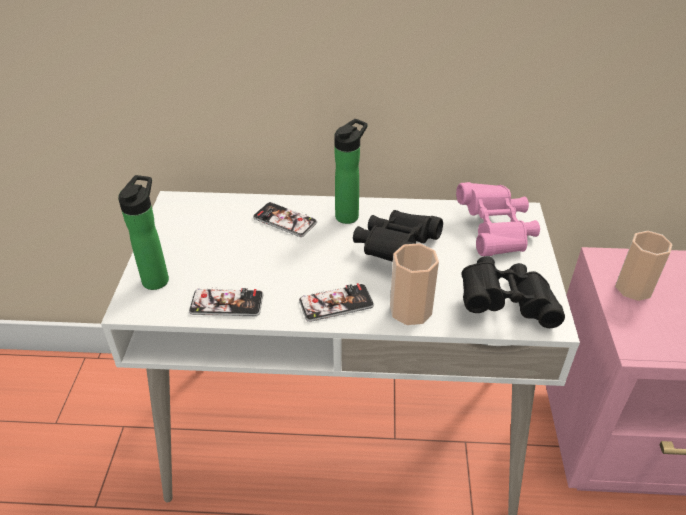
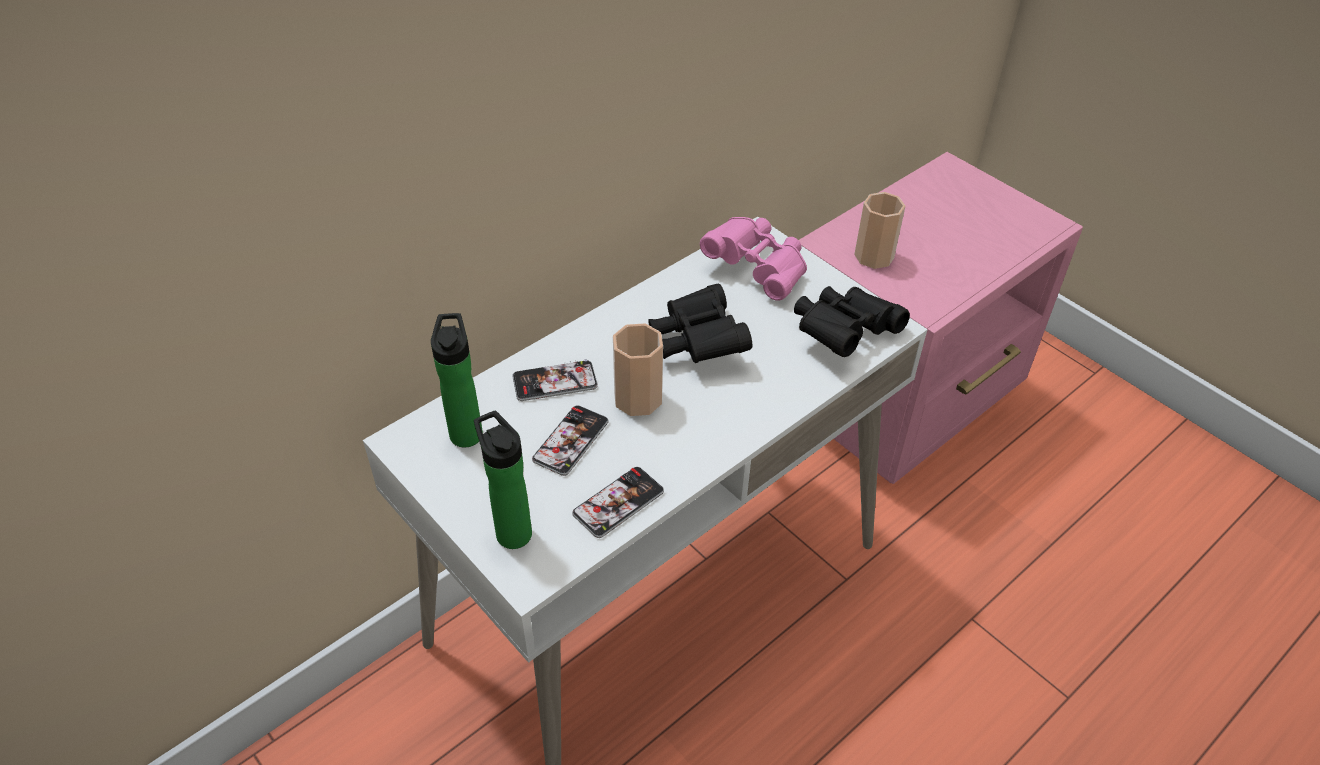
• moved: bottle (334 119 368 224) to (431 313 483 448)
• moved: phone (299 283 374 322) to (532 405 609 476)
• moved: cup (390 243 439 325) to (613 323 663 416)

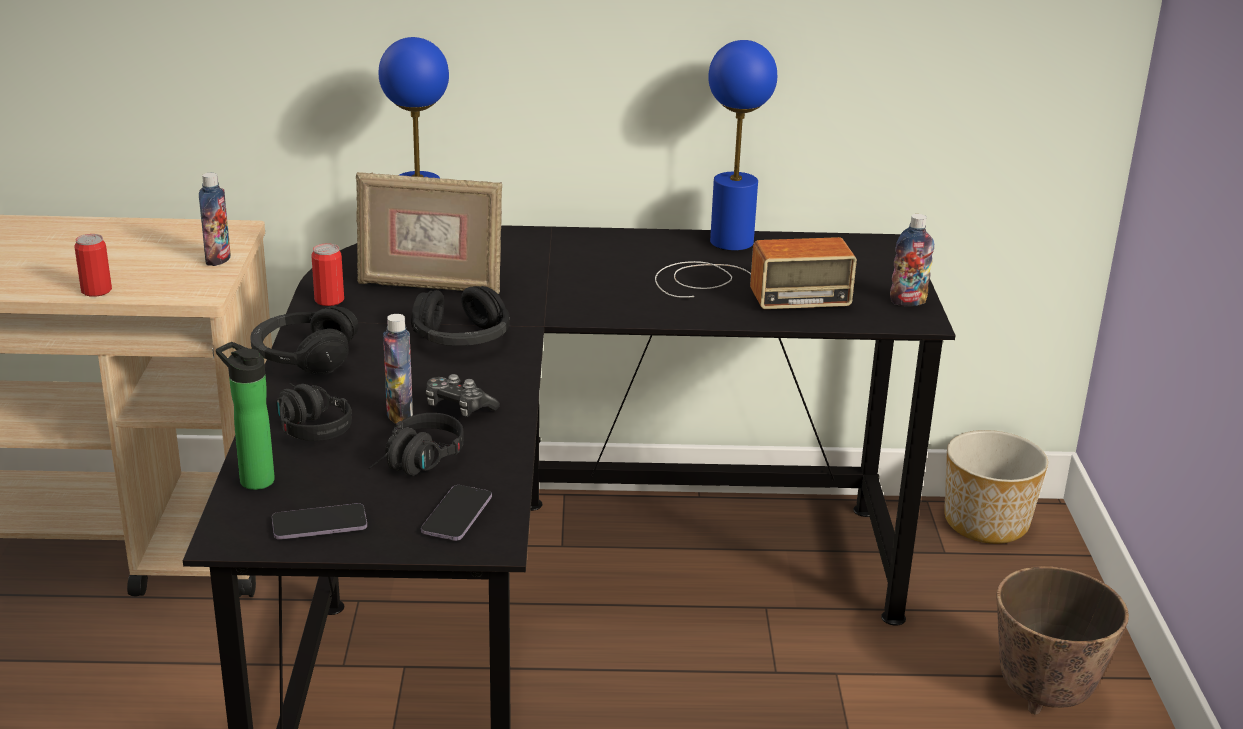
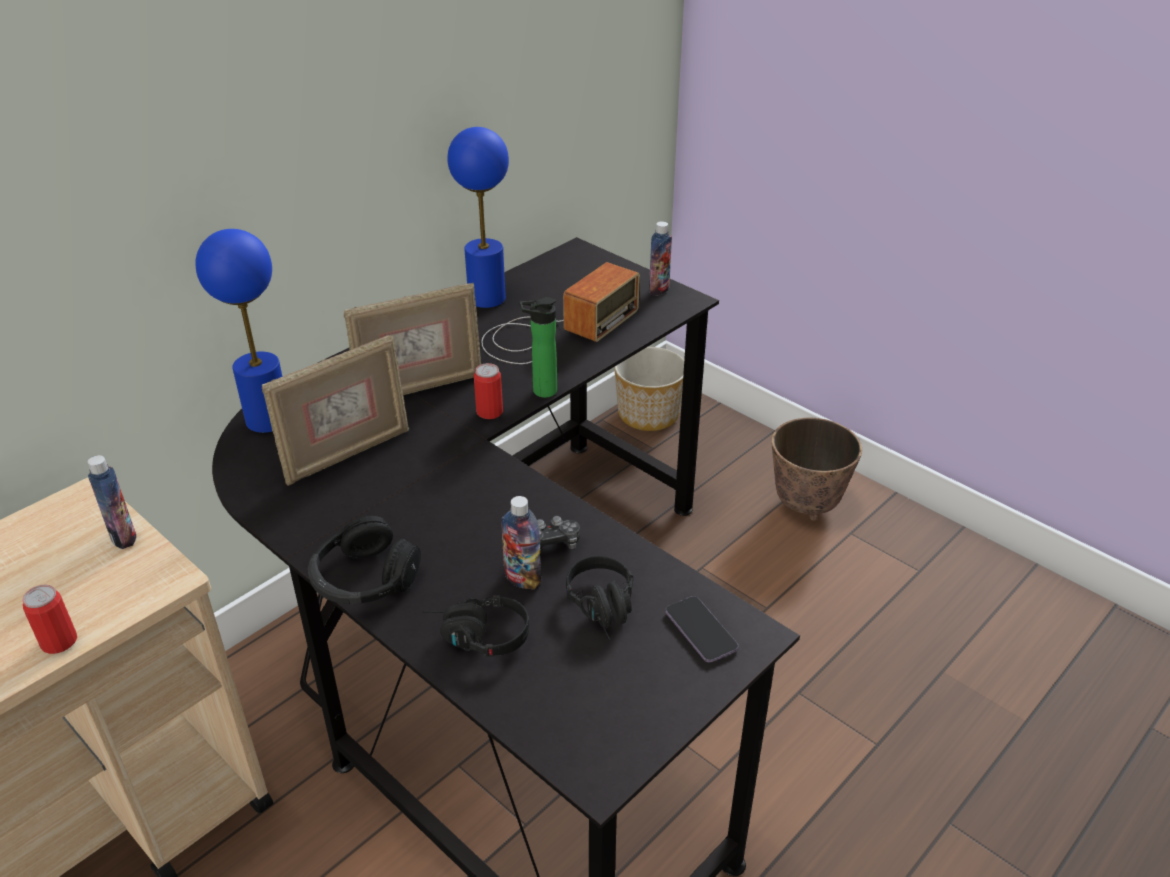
• added: picture frame (344 283 481 395)
• moved: can (311 243 344 306) to (474 363 503 419)
• moved: bottle (216 342 275 490) to (520 297 557 398)
• removed: phone (272 503 367 540)
• removed: black headphones (411 286 510 346)

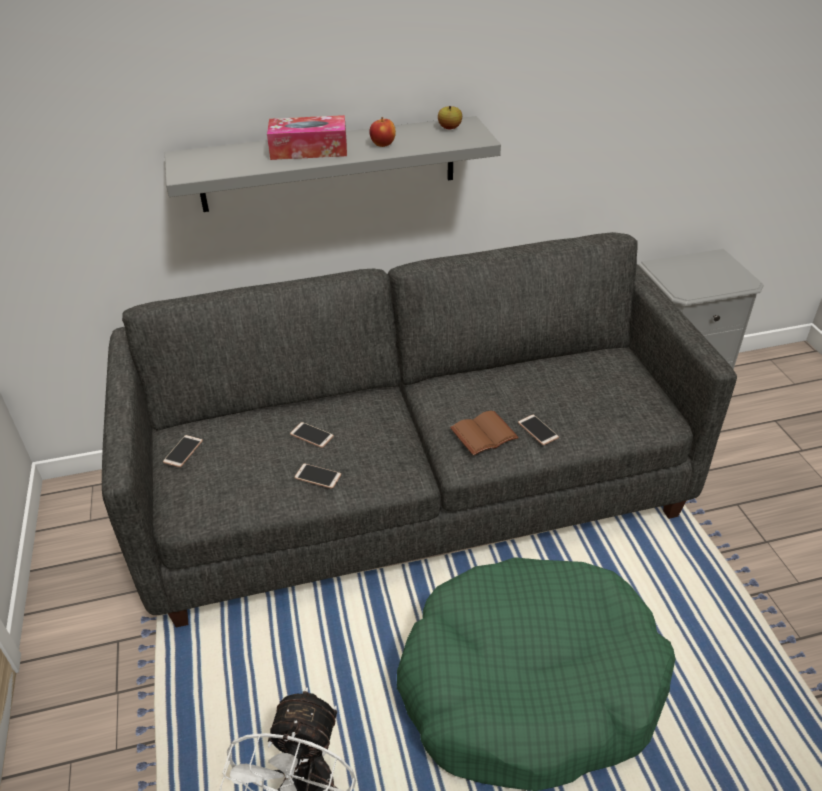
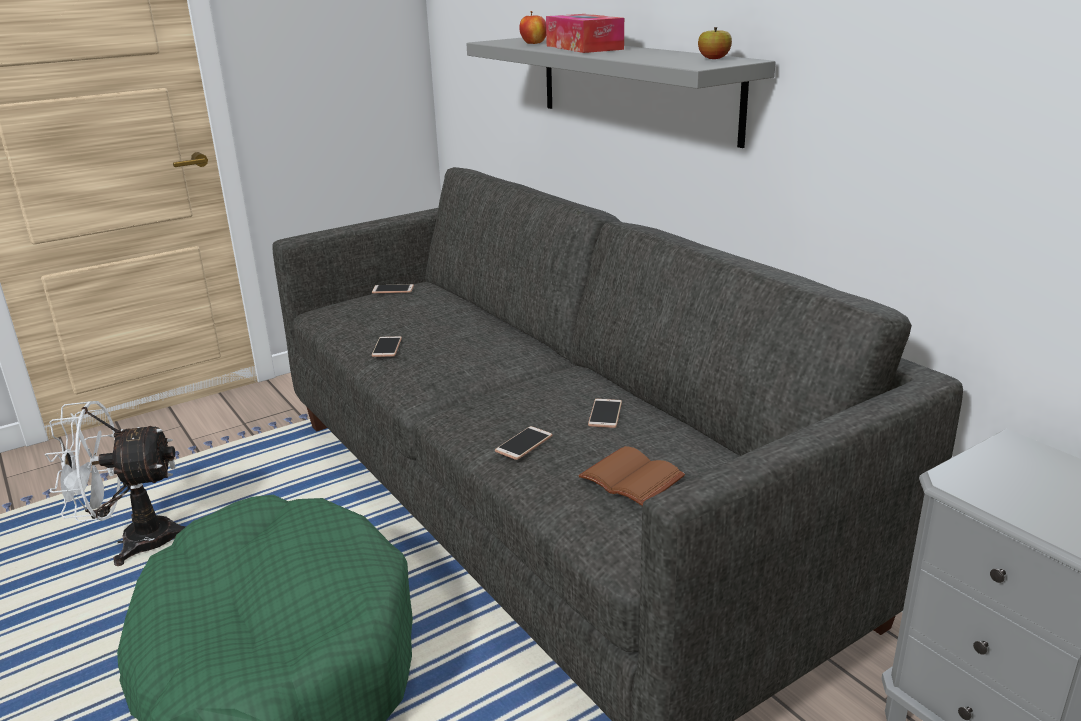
• moved: apple (369 117 396 147) to (519 11 546 44)
• moved: brown book (450 410 519 456) to (578 446 685 506)
• moved: phone (290 422 334 448) to (588 399 622 428)

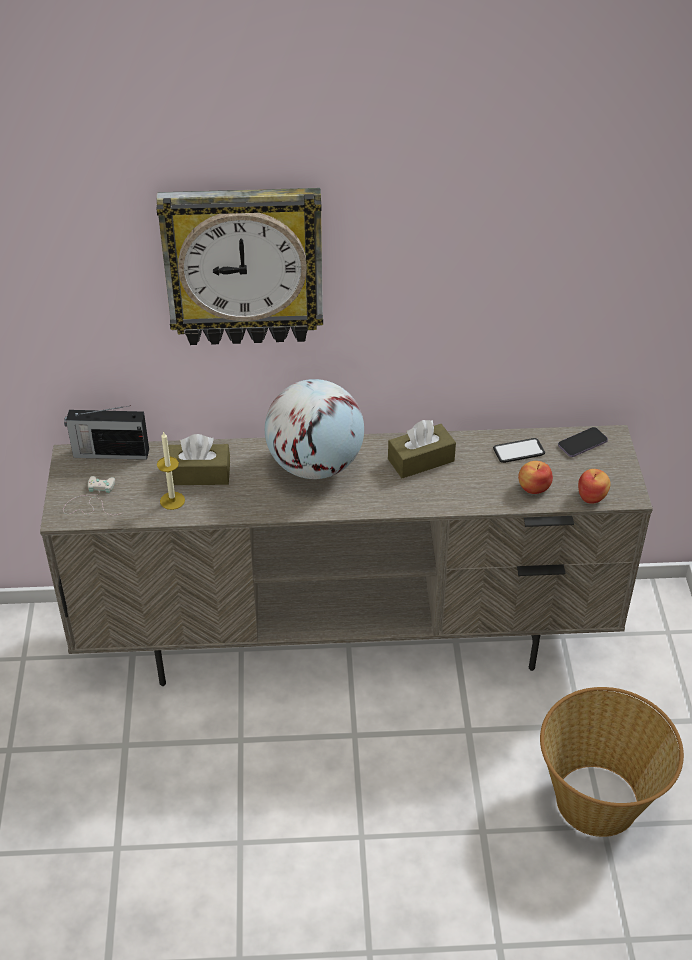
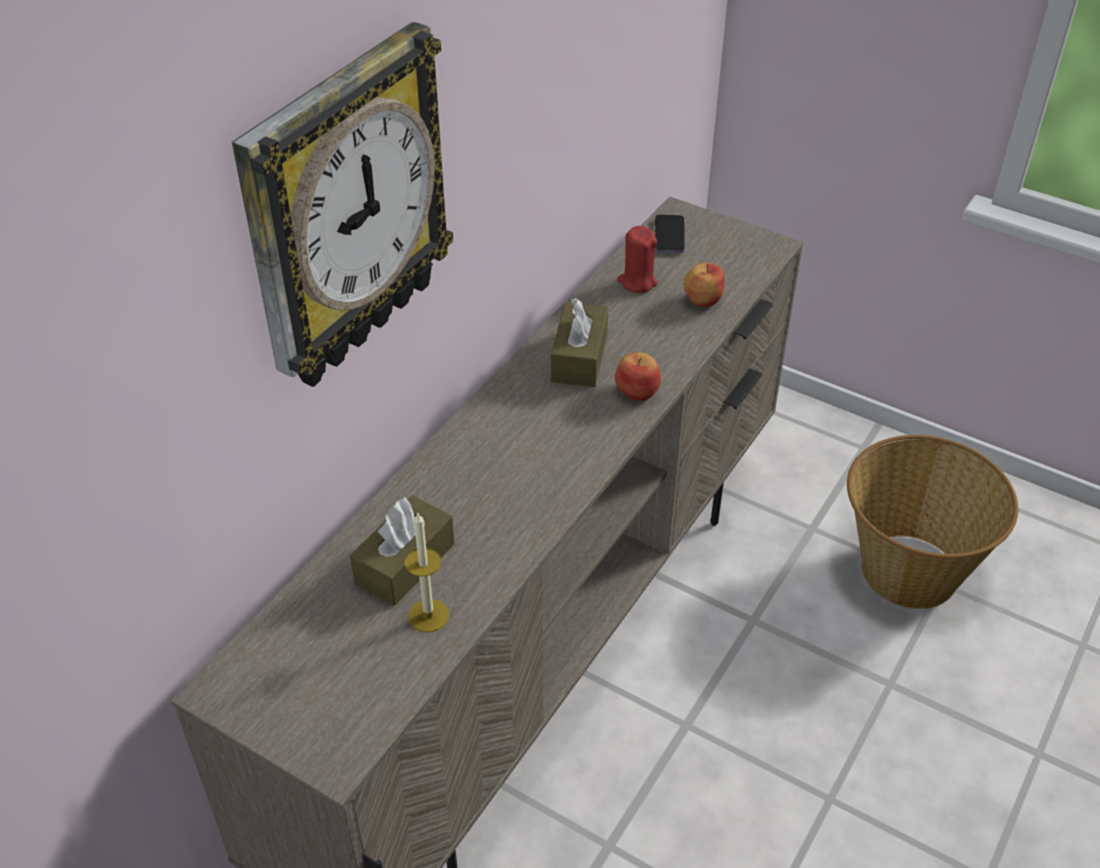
• moved: apple (578 469 611 504) to (615 352 661 401)
• replaced: phone (493 438 545 463) to red candle (617 226 658 293)
• removed: white game controller (63 476 124 515)
• removed: radio (64 405 149 460)
• removed: globe (265 379 364 479)

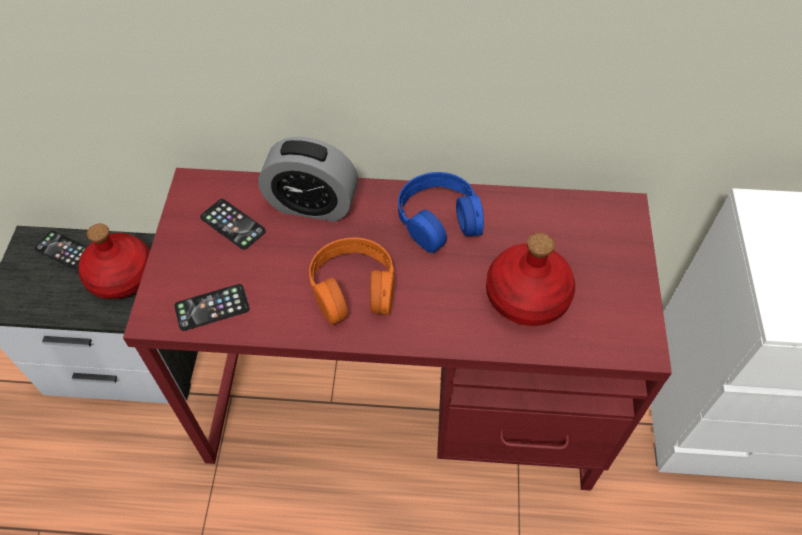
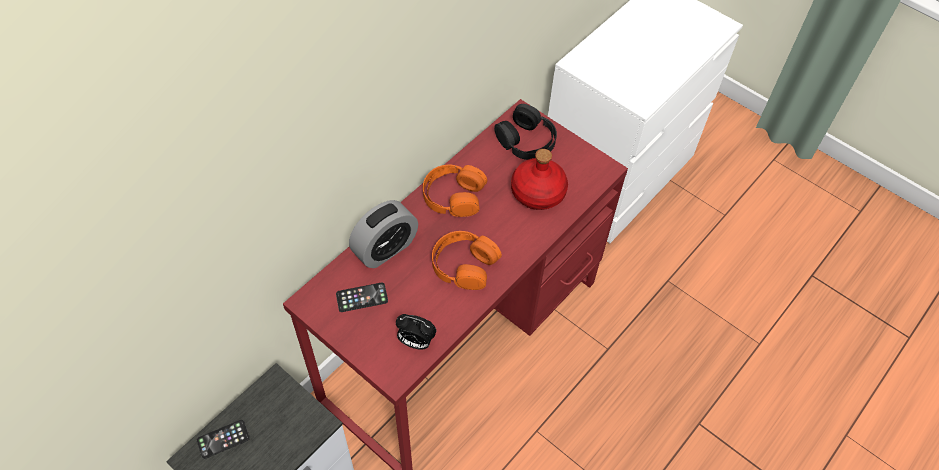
• replaced: phone (174 284 250 331) to alarm clock (396 314 437 350)
• recoloured: blue headphones (398 172 484 253) to orange headphones (423 165 487 217)
• added: black headphones (494 104 557 160)
• removed: red bottle (78 224 150 299)

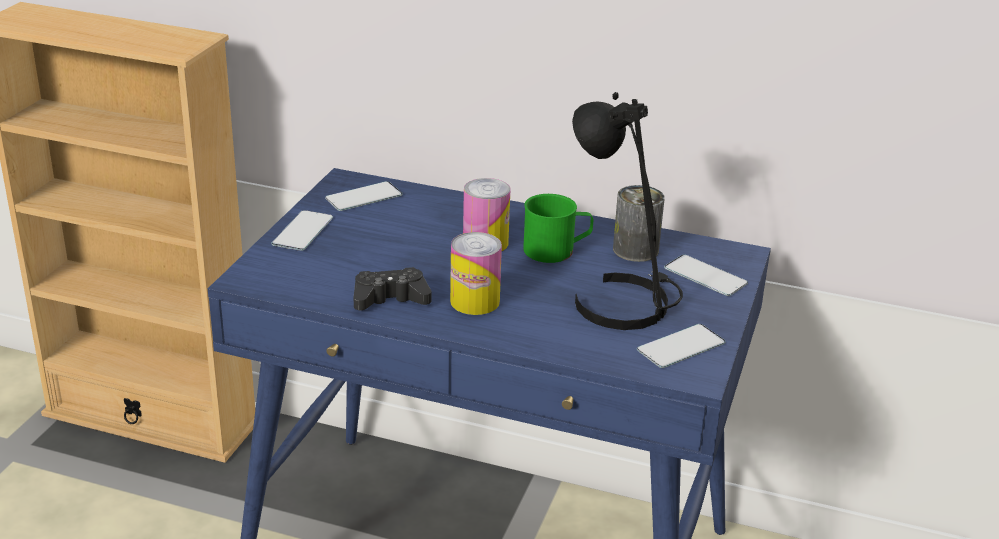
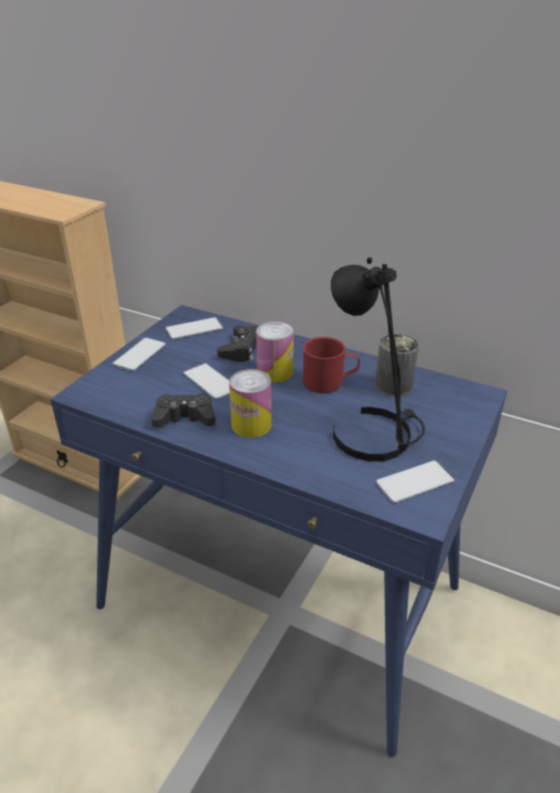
• moved: phone (664 254 748 296) to (183 363 230 399)
• added: black game controller (217 325 258 362)
• recoloured: green mug (523 194 593 263) to red mug (303 337 360 393)

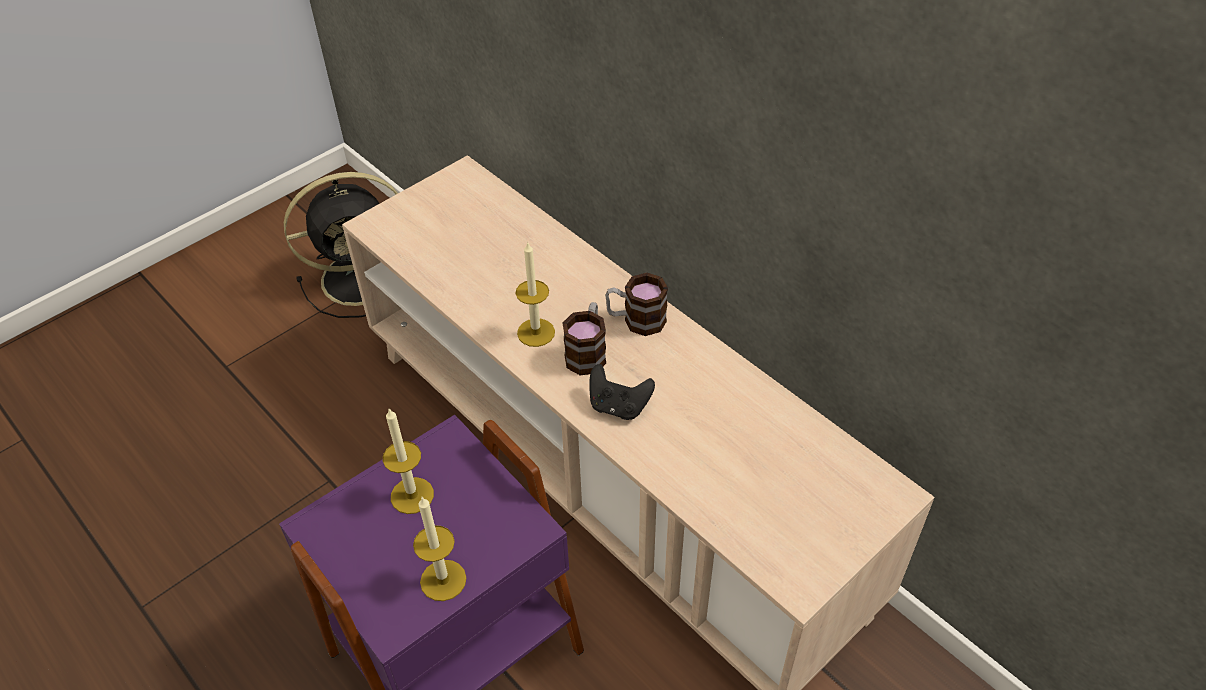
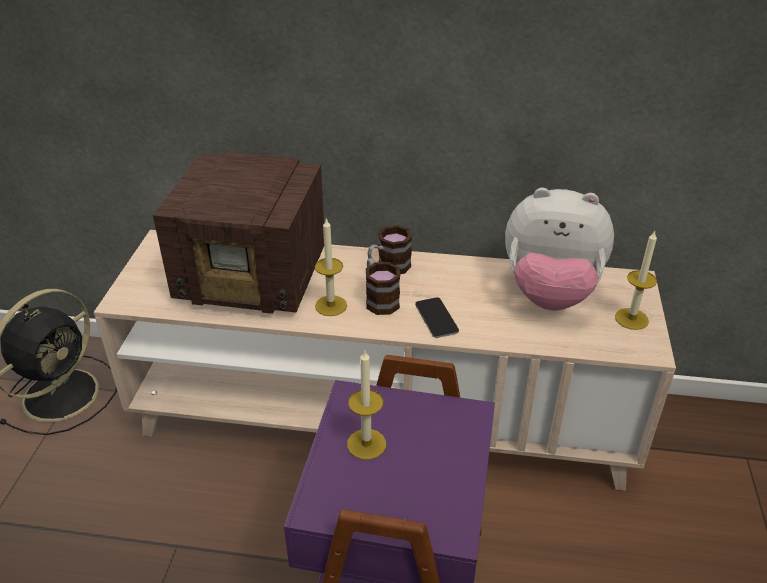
• added: radio (153 152 324 314)
• replaced: black game controller (589 364 655 420) to phone (415 297 459 338)
• added: plush toy (505 188 614 310)
• moved: candle (413 497 466 601) to (615 231 657 330)

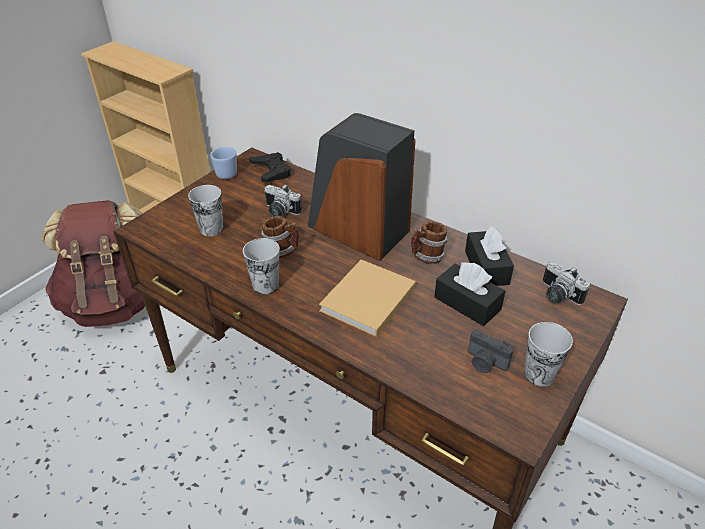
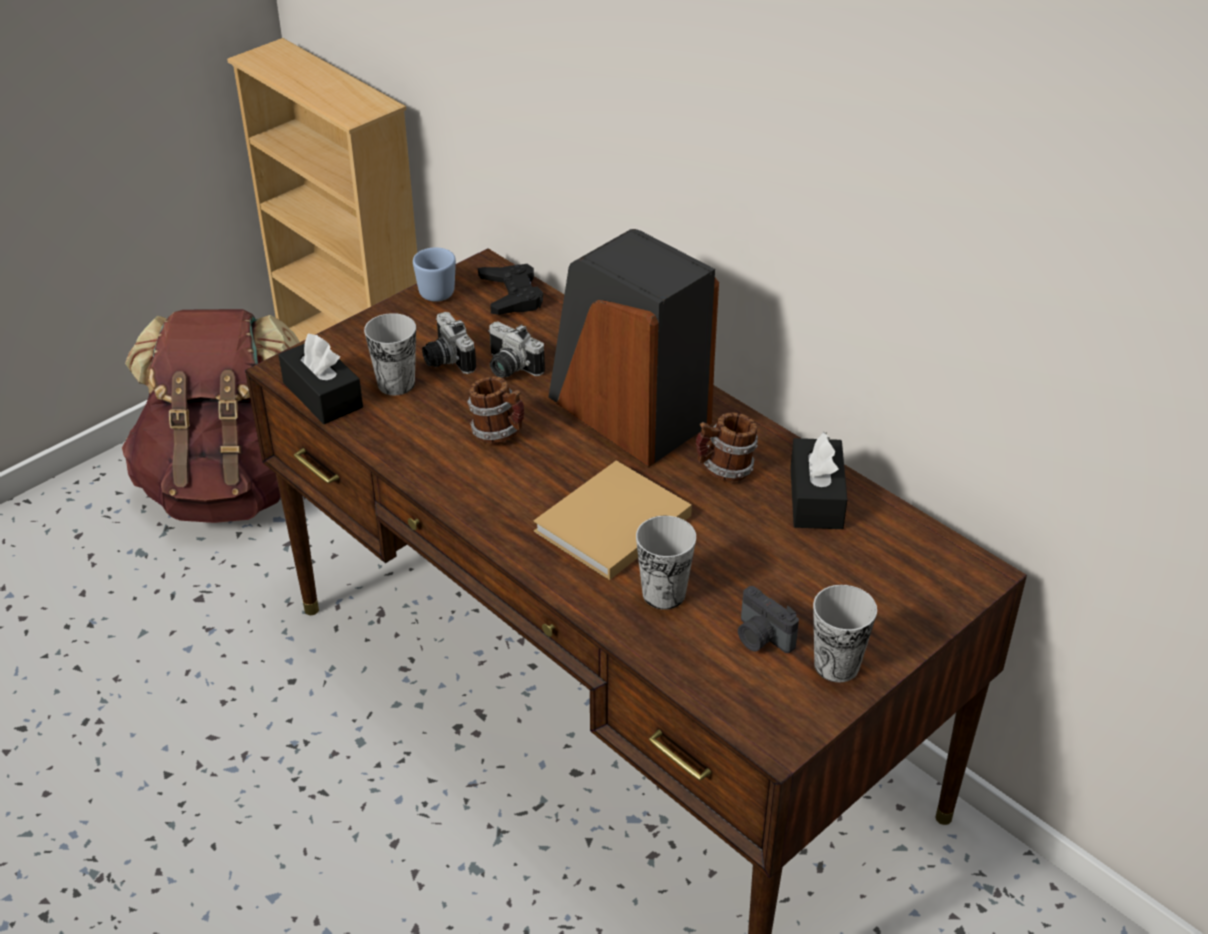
• moved: black tissue box (434 262 505 326) to (279 334 363 424)
• moved: photo camera (543 261 590 305) to (422 312 476 374)
• moved: cup (243 238 280 295) to (636 516 696 609)

